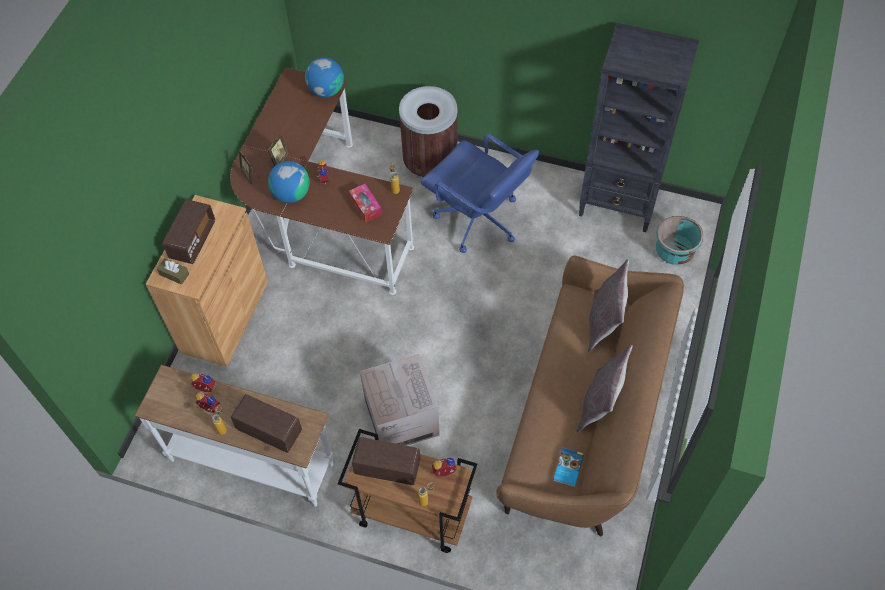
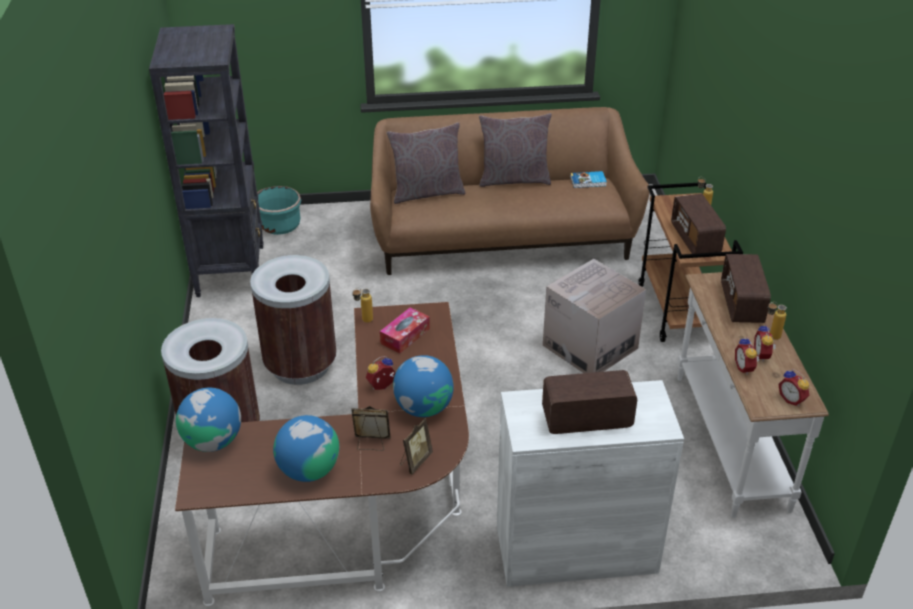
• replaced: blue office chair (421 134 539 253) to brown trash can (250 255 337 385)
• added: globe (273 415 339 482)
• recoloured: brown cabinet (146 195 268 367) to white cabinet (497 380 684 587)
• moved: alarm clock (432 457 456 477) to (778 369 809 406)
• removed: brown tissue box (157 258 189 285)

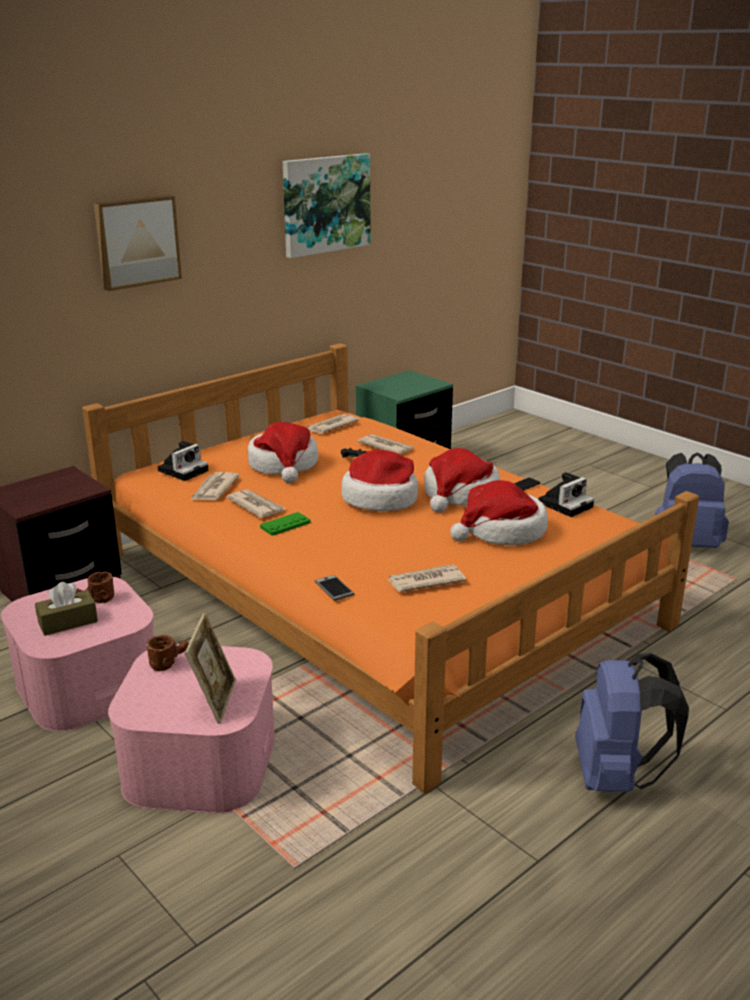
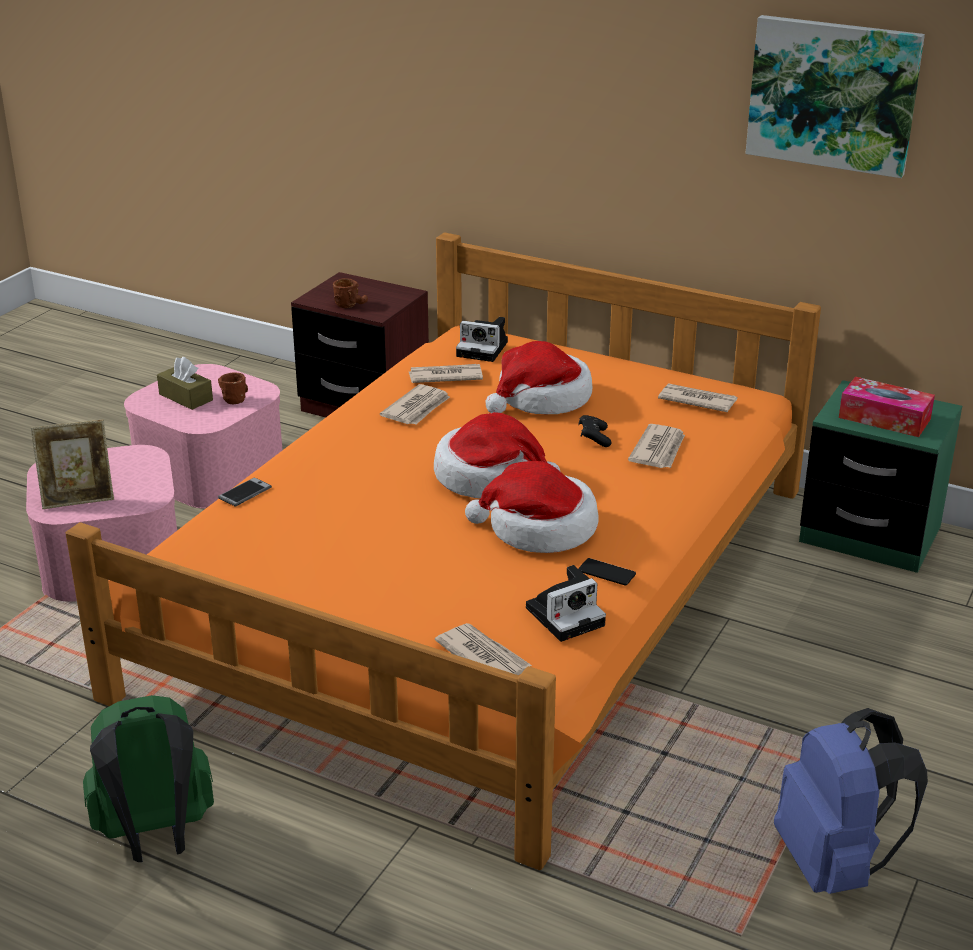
• recoloured: blue backpack (575 653 689 792) to green backpack (83 695 214 862)
• moved: brown mug (147 635 189 671) to (333 278 368 308)
• moved: newspaper (388 565 466 592) to (435 623 532 675)
• turned: photo camera (538 472 594 517) = (526 565 606 642) 60 degrees counterclockwise
• added: tissue box (839 377 935 437)
• removed: picture (94 195 182 291)
• removed: green game controller (260 512 311 536)
• removed: hat (450 480 548 546)

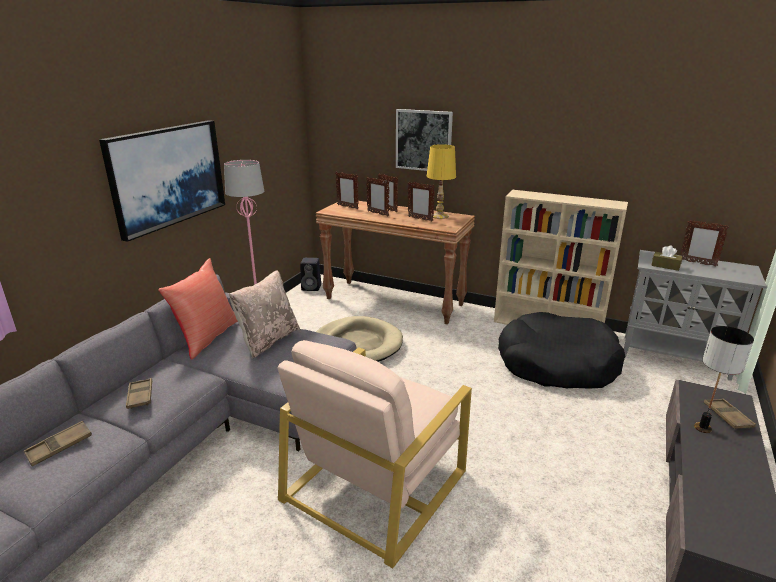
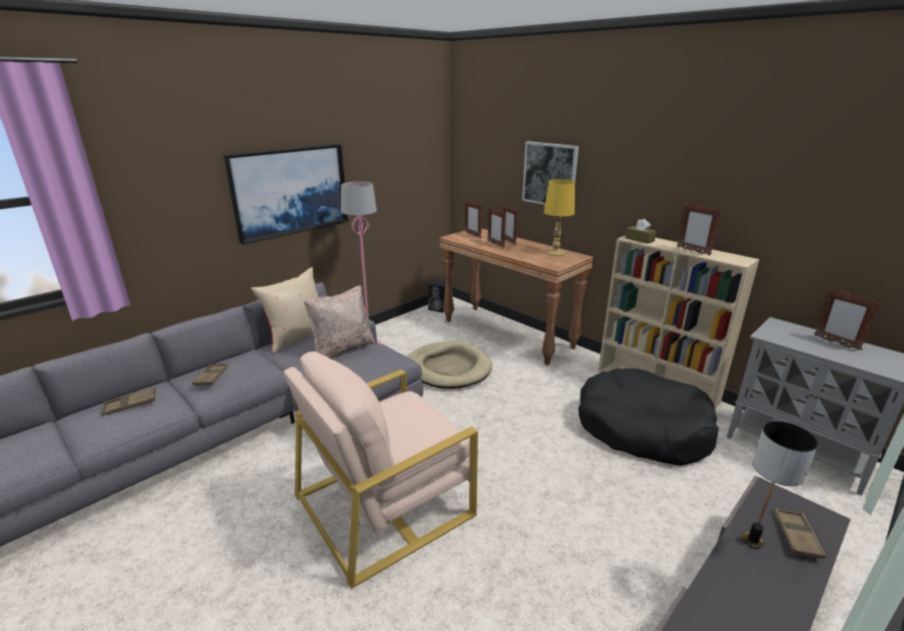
• recoloured: red pillow (158 258 238 359) to beige pillow (251 267 319 354)
• moved: brown tissue box (651 246 683 271) to (625 219 656 244)
• moved: picture frame (408 182 435 222) to (677 203 722 256)

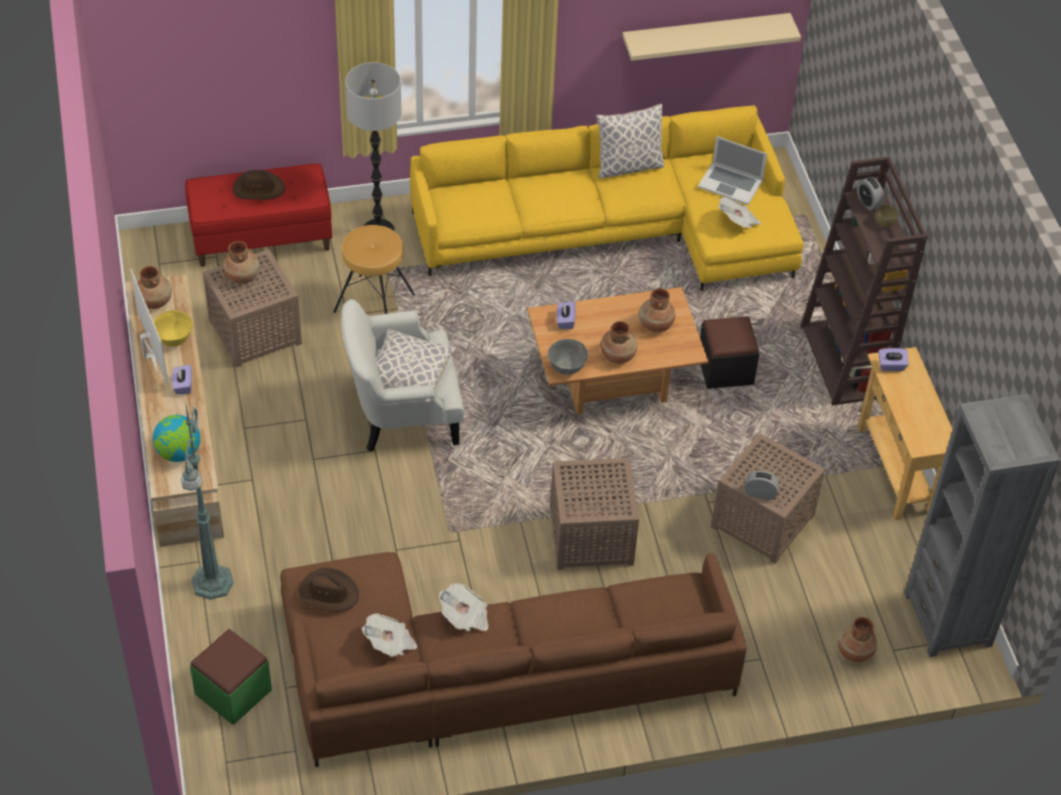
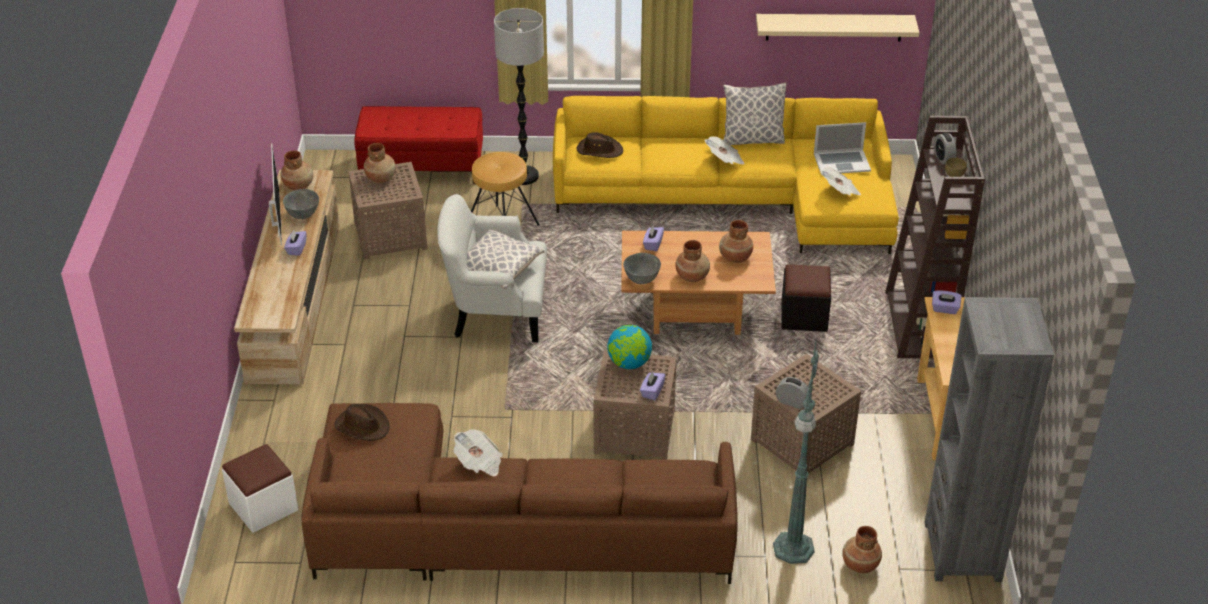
• recoloured: green ottoman (190 629 272 725) to white ottoman (222 444 298 533)
• recoloured: yellow bowl (153 310 193 347) to grey bowl (283 189 319 219)
• moved: brown hat (233 170 285 200) to (577 132 623 158)
• moved: globe (153 415 201 462) to (607 325 652 369)
• added: purple tissue box (640 371 666 400)
• moved: newspaper (362 613 417 657) to (705 136 745 165)
• moved: green floor lamp (181 405 234 599) to (773 342 819 564)
• turned: laptop (698 136 767 205) = (814 122 871 175) 45 degrees counterclockwise

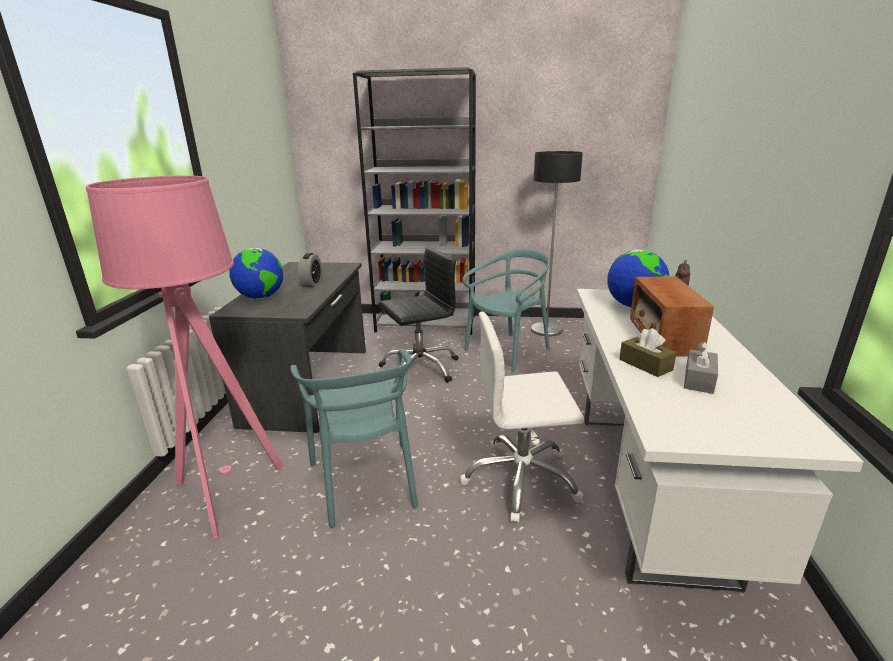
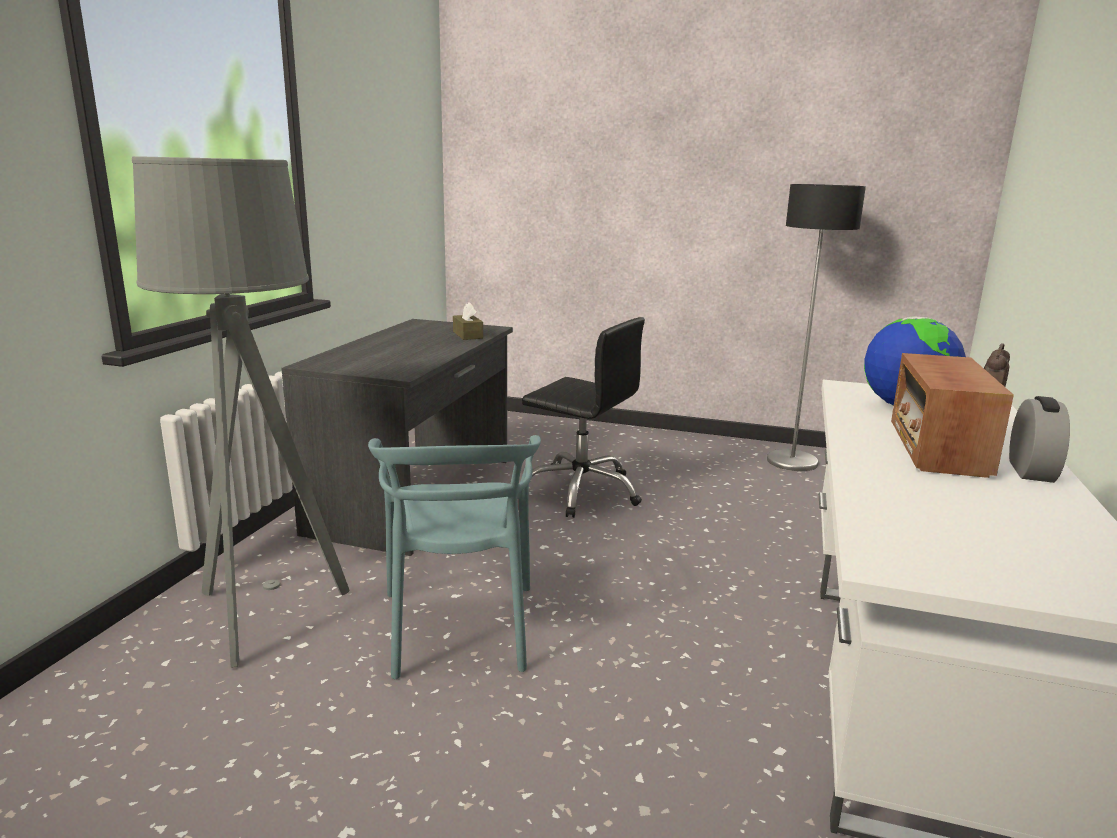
• recoloured: pink floor lamp (86 175 283 539) to grey floor lamp (132 156 350 668)
• moved: brown tissue box (619 328 676 377) to (453 302 483 340)
• turned: black office chair (378 247 459 383) = (522 317 645 518) 45 degrees clockwise
• moved: alarm clock (298 253 322 287) to (1009 396 1070 483)
• removed: globe (229 248 283 299)
• removed: grey bookcase (353 67 476 335)
• removed: white office chair (460 312 584 523)
• removed: turquoise chair (462 249 550 372)
• removed: grey tissue box (684 341 718 394)

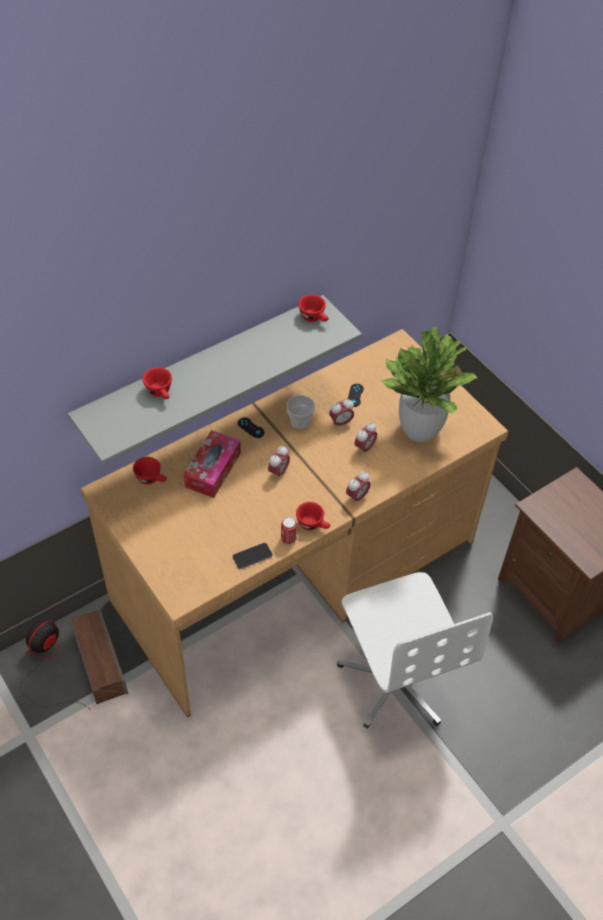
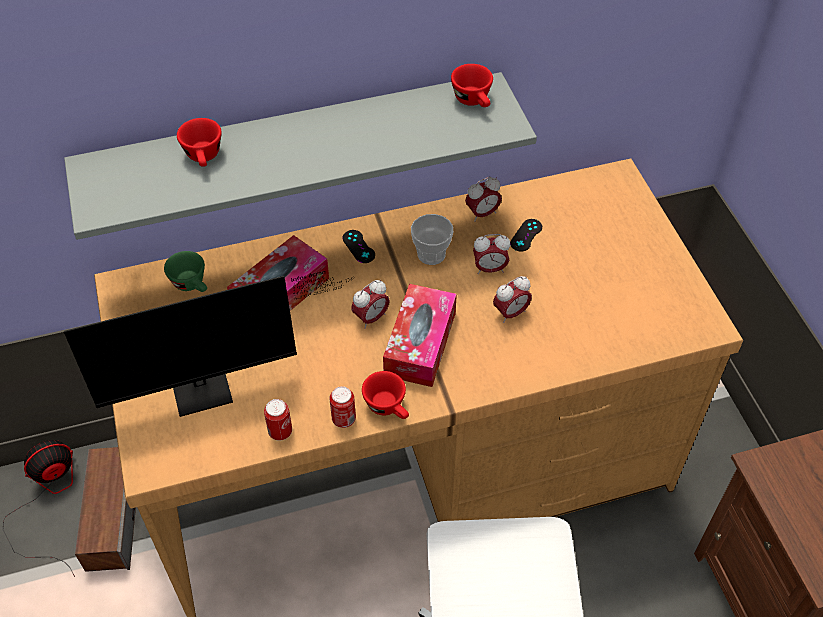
• added: monitor (64 271 352 417)
• recoloured: red cup (133 457 167 485) to green cup (164 251 207 292)
• replaced: phone (233 543 272 569) to can (264 399 292 441)
• added: tissue box (383 284 457 387)
• moved: alarm clock (346 472 371 504) to (465 177 502 222)
• removed: potted plant (381 327 477 442)

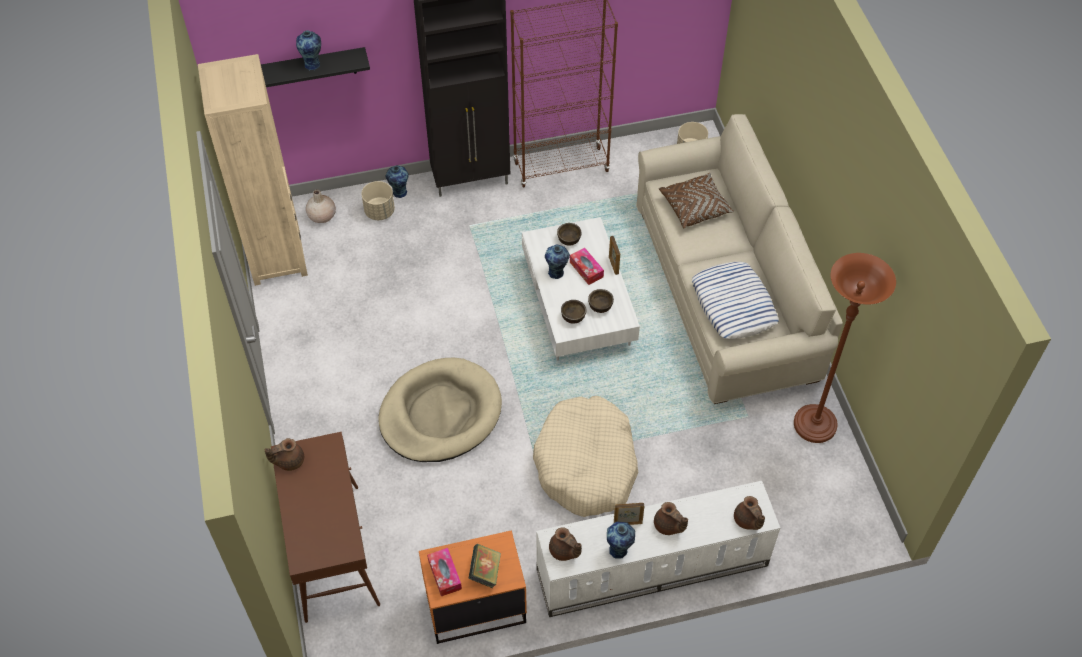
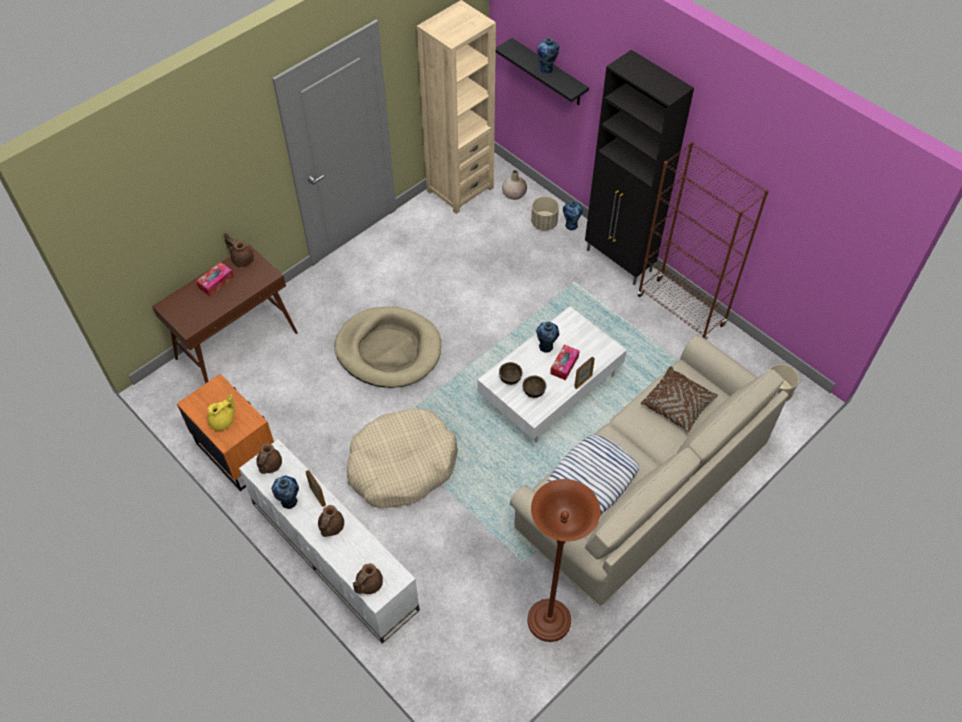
• moved: tissue box (427 548 462 596) to (196 262 234 296)
• replaced: book (468 544 501 588) to yellow teapot (208 394 235 431)
• removed: brown bowl (557 223 582 246)

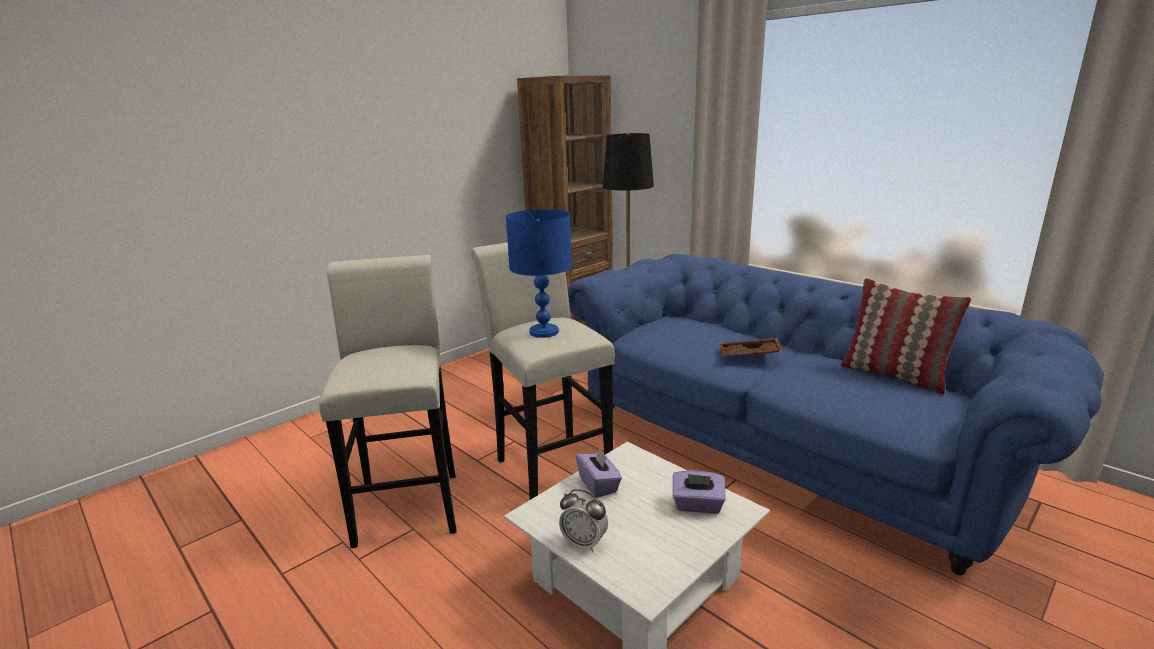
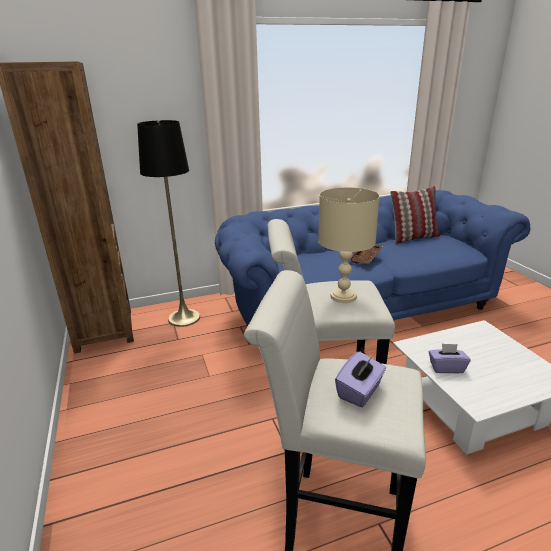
• recoloured: blue table lamp (506 209 572 338) to beige table lamp (318 187 380 303)
• moved: purple tissue box (673 471 726 514) to (335 351 386 407)
• removed: alarm clock (559 489 608 552)

